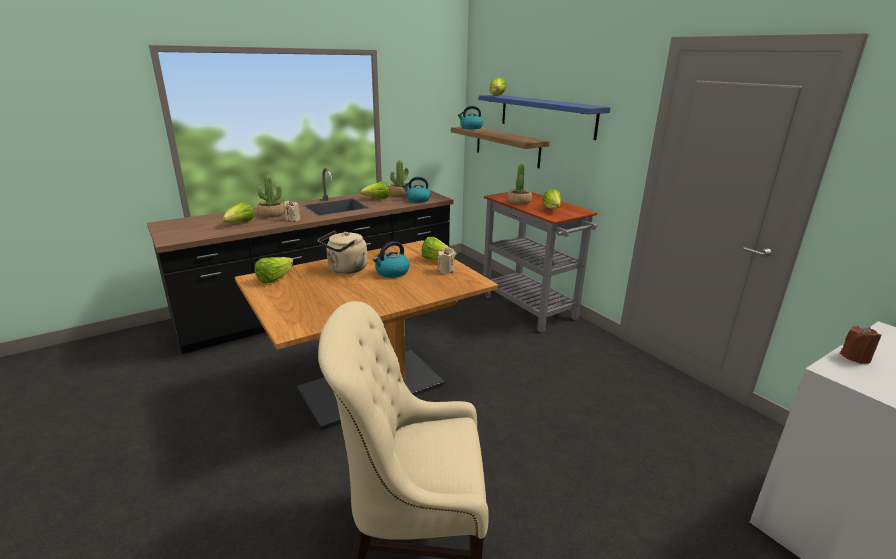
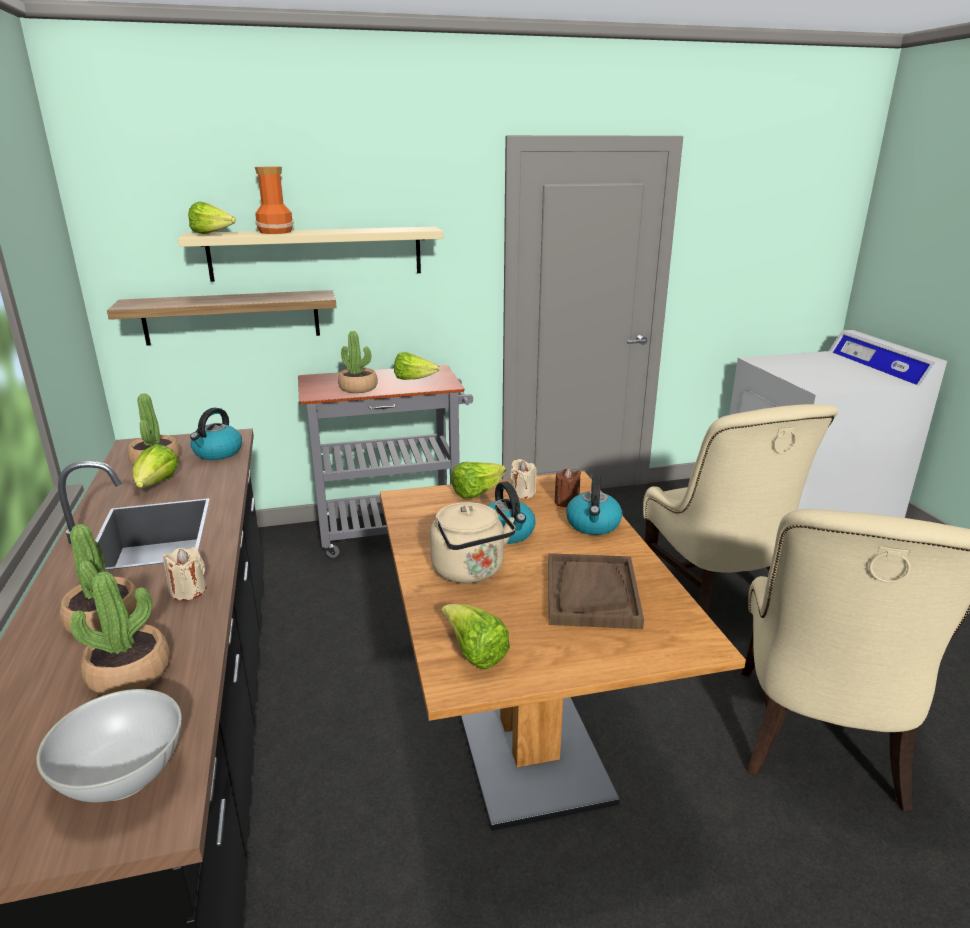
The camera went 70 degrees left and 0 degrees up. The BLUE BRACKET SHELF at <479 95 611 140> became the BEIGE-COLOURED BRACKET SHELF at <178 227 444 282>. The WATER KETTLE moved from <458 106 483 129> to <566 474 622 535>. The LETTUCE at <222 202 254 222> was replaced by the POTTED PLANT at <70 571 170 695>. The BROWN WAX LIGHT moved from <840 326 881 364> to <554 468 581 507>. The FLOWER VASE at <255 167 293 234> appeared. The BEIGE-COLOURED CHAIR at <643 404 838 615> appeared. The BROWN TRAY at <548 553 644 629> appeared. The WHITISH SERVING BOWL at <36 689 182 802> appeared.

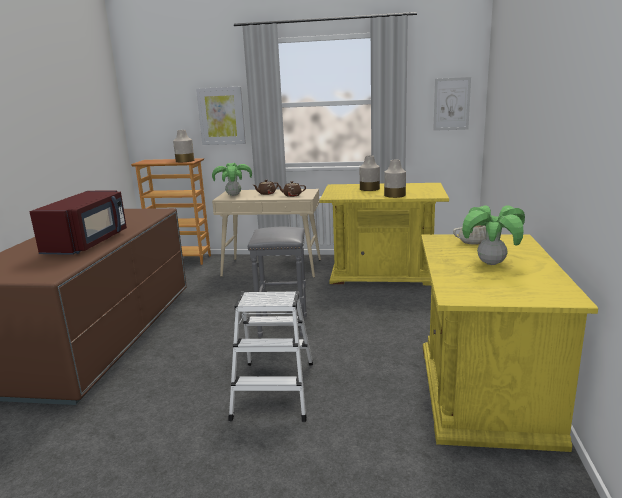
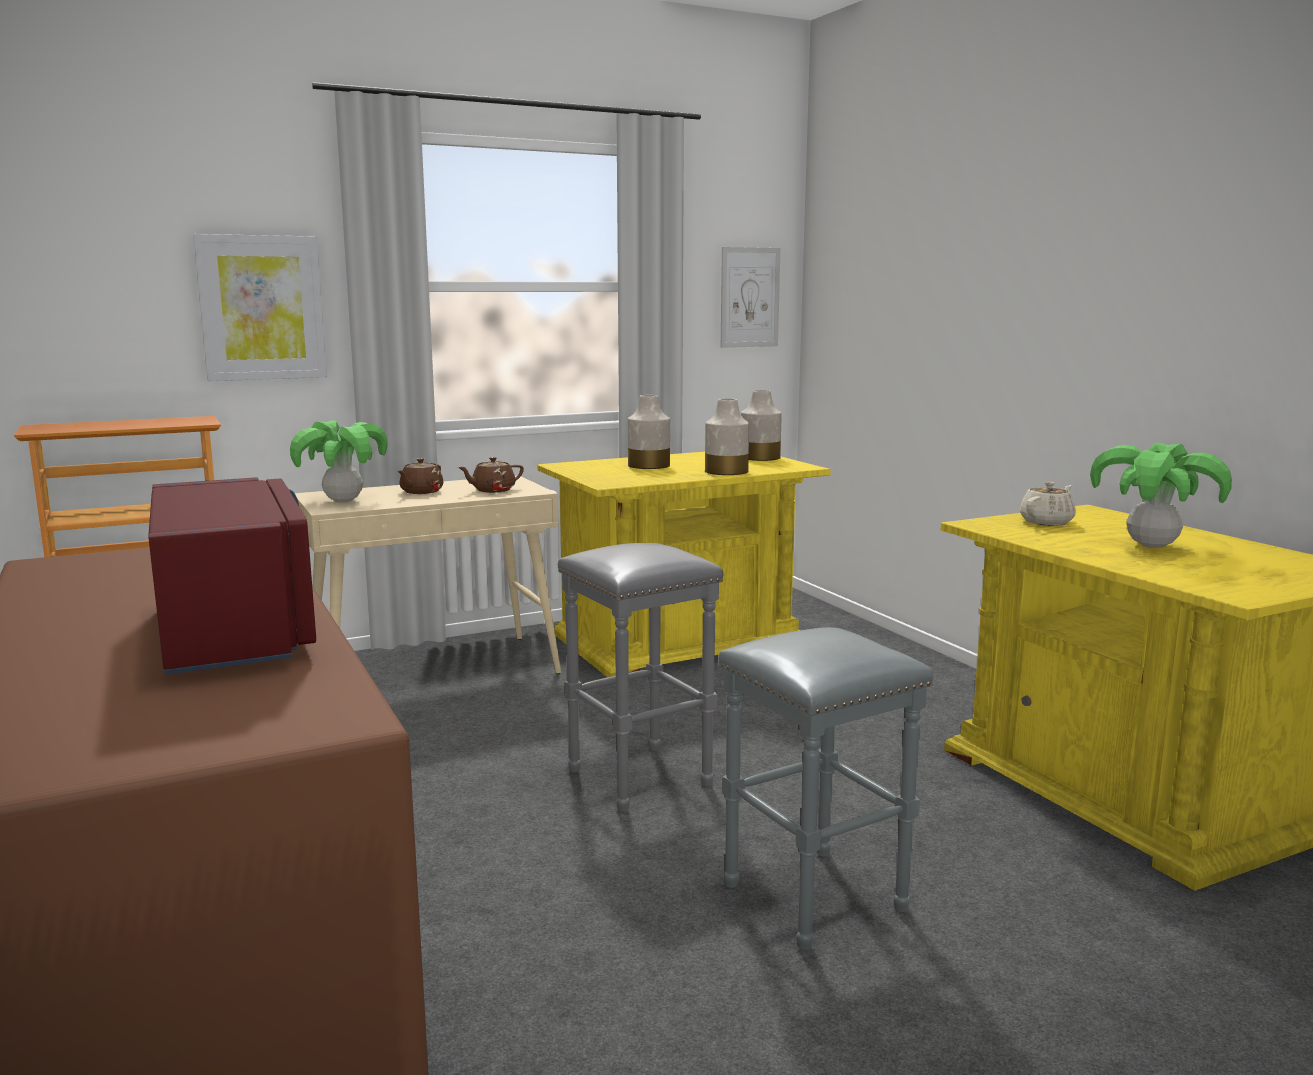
The camera went 35 degrees left and 5 degrees down. The BEIGE-COLOURED FLOWER VASE moved from <173 130 194 162> to <741 390 782 461>. The WHITISH STEP LADDER at <228 291 313 422> was replaced by the GREY STOOL at <719 627 934 950>.

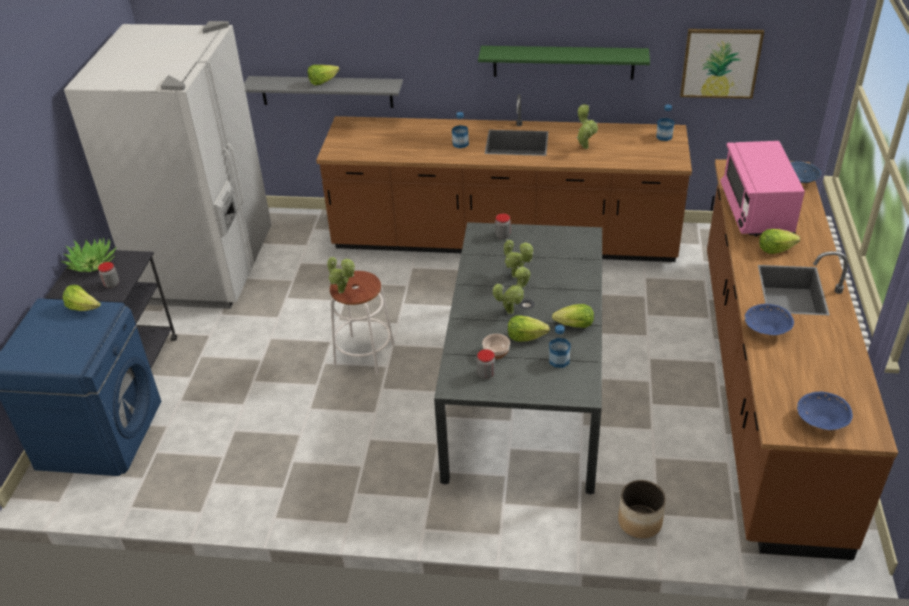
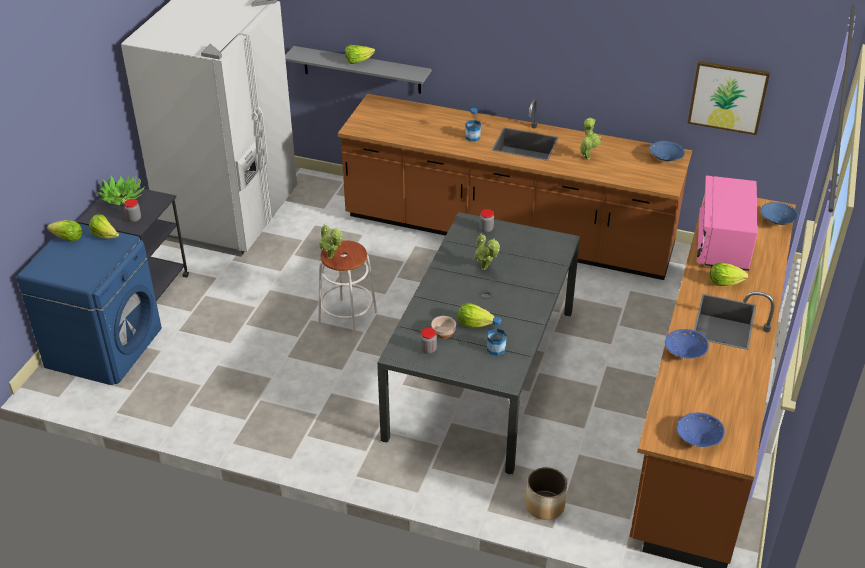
The camera went 10 degrees right and 0 degrees up. The GREEN BRACKET SHELF at <478 46 650 80> disappeared. The BEVERAGE BOTTLE at <656 104 674 141> was replaced by the BLUE SERVING BOWL at <649 141 685 161>. The POTTED PLANT at <493 267 531 314> disappeared. The LETTUCE moved from <552 304 594 328> to <47 220 83 241>.

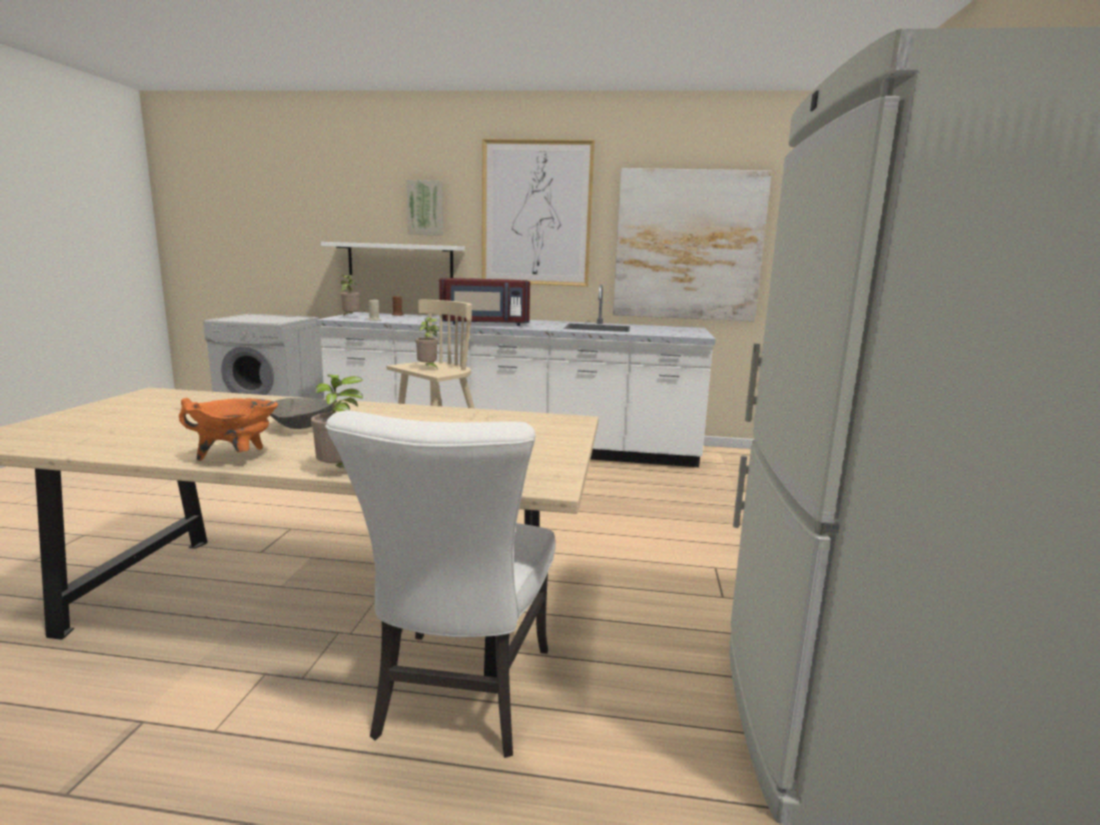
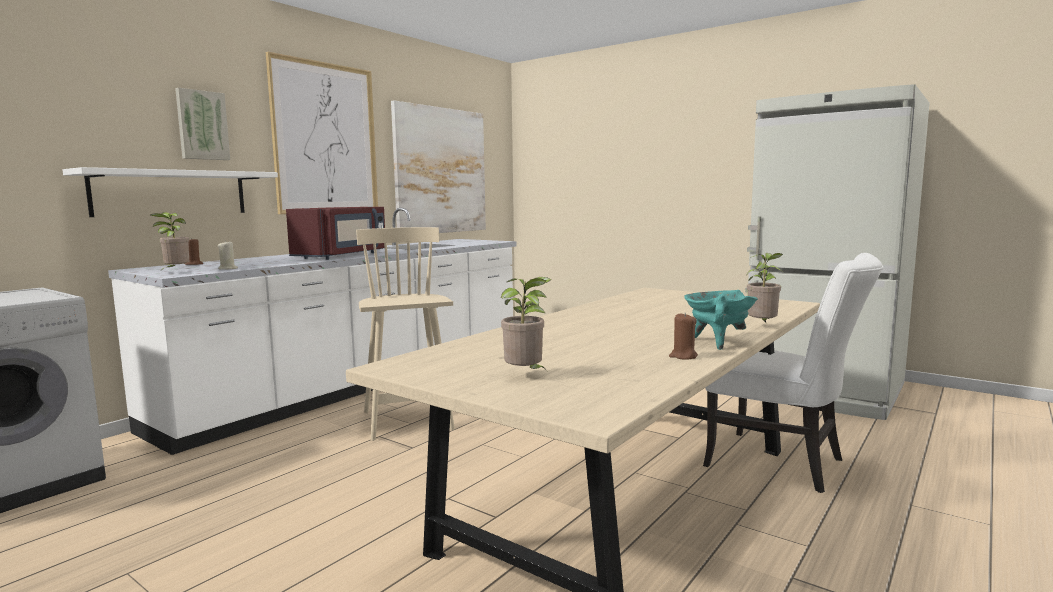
The camera went 60 degrees left and 5 degrees down. The POTTED PLANT moved from <415 317 439 370> to <501 277 551 369>. The ORANGEY COOKING POT at <179 398 278 461> became the BLUE-GREEN COOKING POT at <684 290 758 350>. The GREY SERVING BOWL at <270 398 337 429> disappeared. The BROWN WAX LIGHT at <669 313 698 360> appeared.

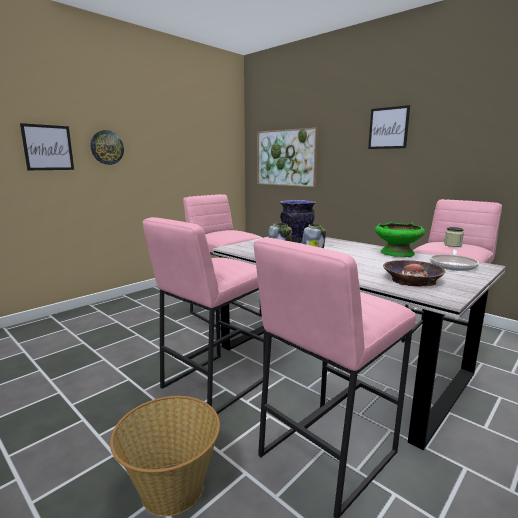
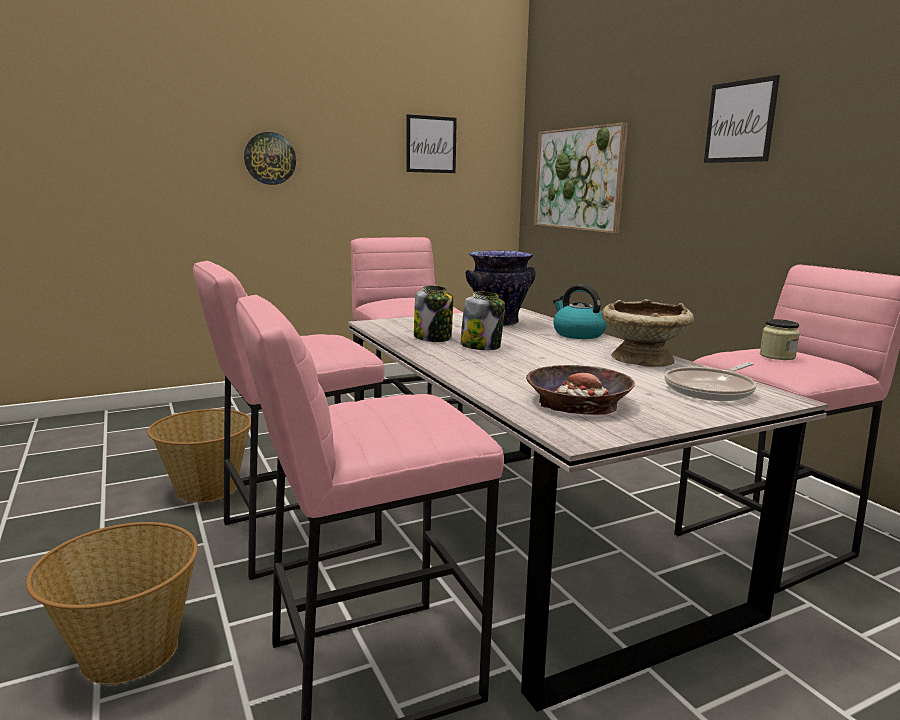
The camera went 20 degrees right and 0 degrees up. The WALL ART moved from <20 123 74 170> to <406 114 457 173>. The GREEN SERVING BOWL at <375 222 425 257> became the BEIGE-COLOURED SERVING BOWL at <602 299 694 367>. The WATER KETTLE at <553 285 607 339> appeared. The BASKET at <147 409 251 502> appeared.

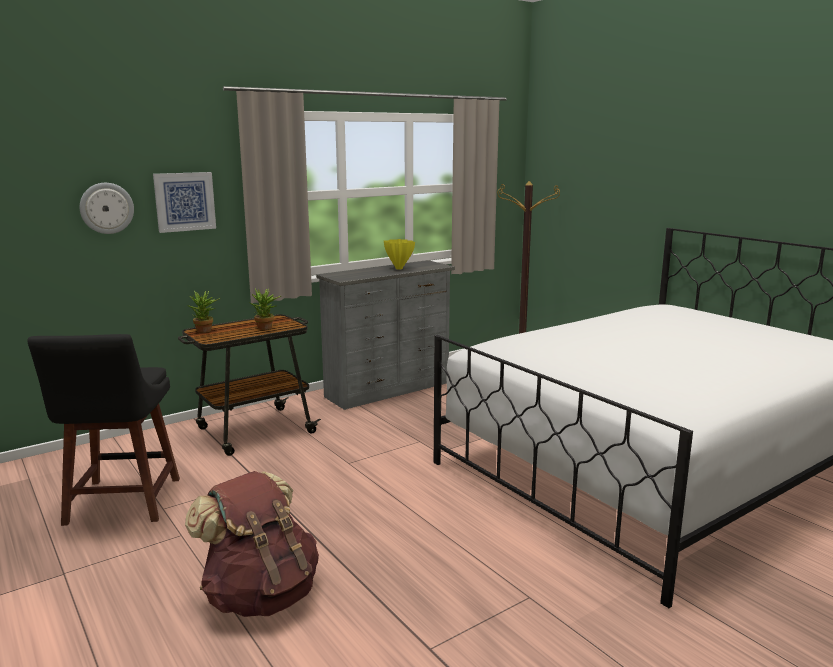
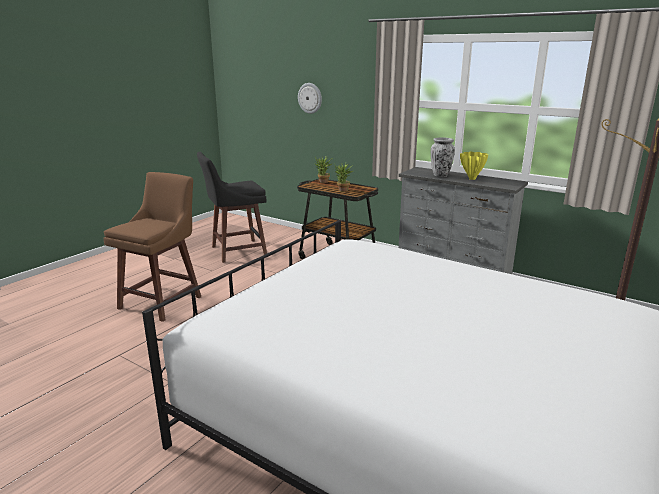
The camera went 70 degrees right and 5 degrees up. The WALL ART at <153 172 216 233> disappeared. The BROWN KNAPSACK at <185 471 319 617> was replaced by the BROWN STOOL at <104 172 201 322>. The FLOWER VASE at <431 138 455 177> appeared.

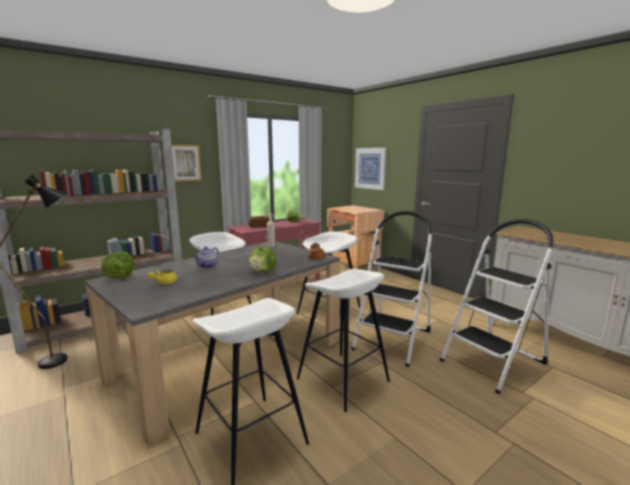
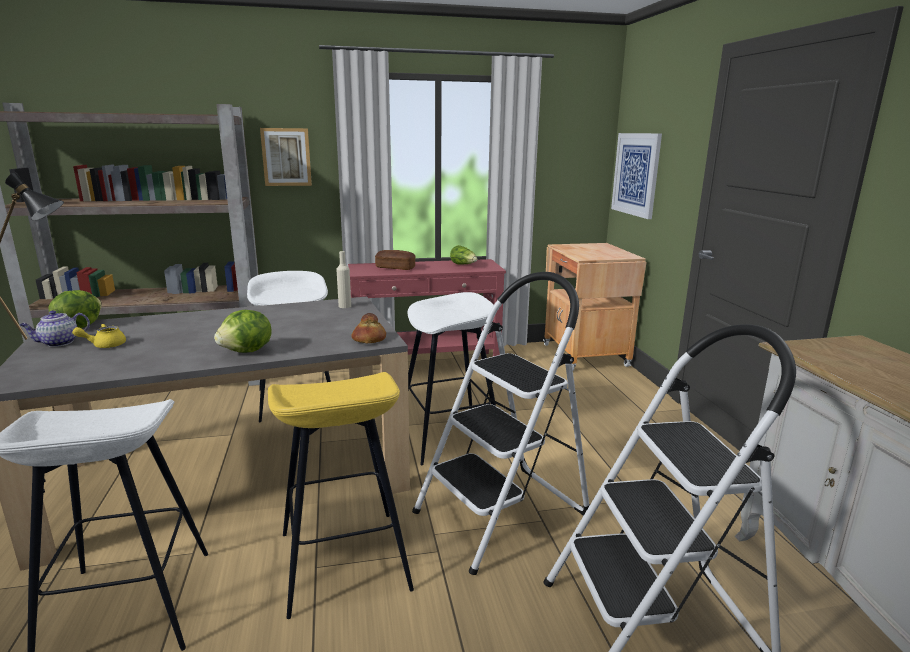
The camera went 25 degrees right and 5 degrees up. The TEAPOT moved from <193 247 219 268> to <20 310 90 347>. The WHITISH STOOL at <297 269 390 413> became the YELLOWISH STOOL at <268 372 414 619>.

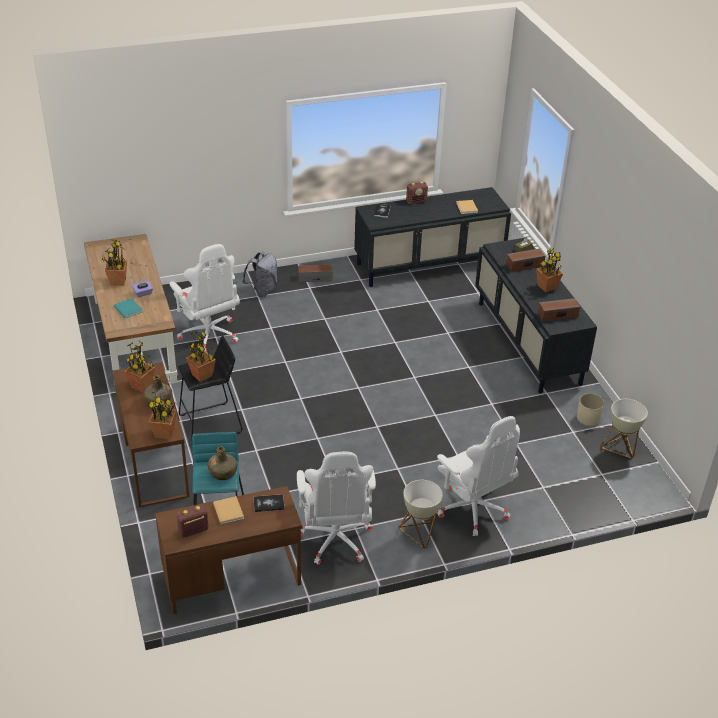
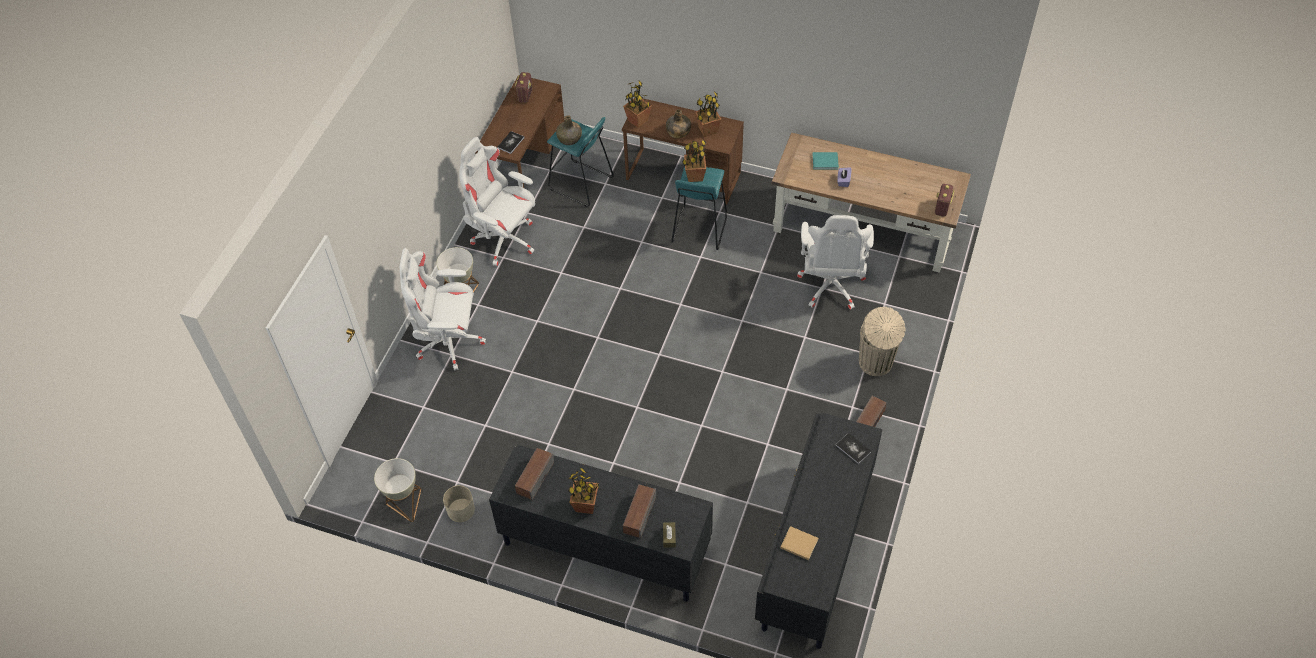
The camera went 130 degrees right and 15 degrees up. The RADIO SET moved from <406 182 428 204> to <935 184 955 217>. The POTTED PLANT at <102 239 127 286> disappeared. The WHITISH OFFICE CHAIR at <169 244 240 352> turned 90 degrees counterclockwise. The GREY KNAPSACK at <242 252 278 297> was replaced by the BEIGE-COLOURED RUBBISH BIN at <859 307 905 376>. The BLACKISH STOOL at <178 335 242 441> became the BLUE-GREEN STOOL at <671 166 727 250>. The BEIGE-COLOURED VOLUME at <213 496 244 524> disappeared.

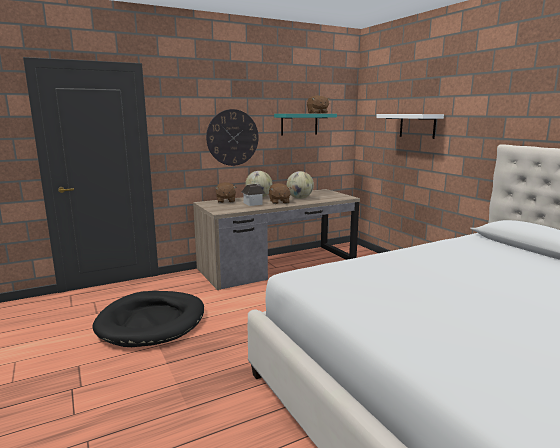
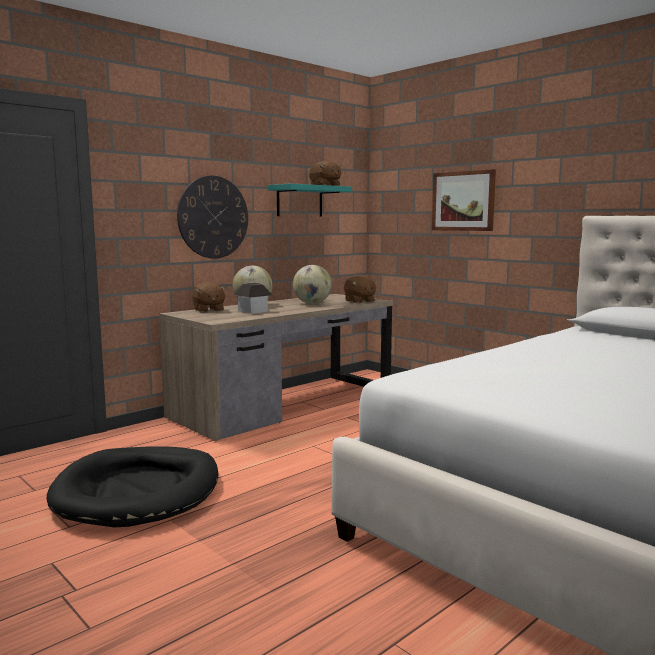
The camera went 15 degrees left and 5 degrees down. The WHITISH BRACKET SHELF at <376 114 444 139> was replaced by the WALL ART at <432 169 496 231>. The BROWN SOFT TOY moved from <269 183 291 204> to <344 276 377 303>.

